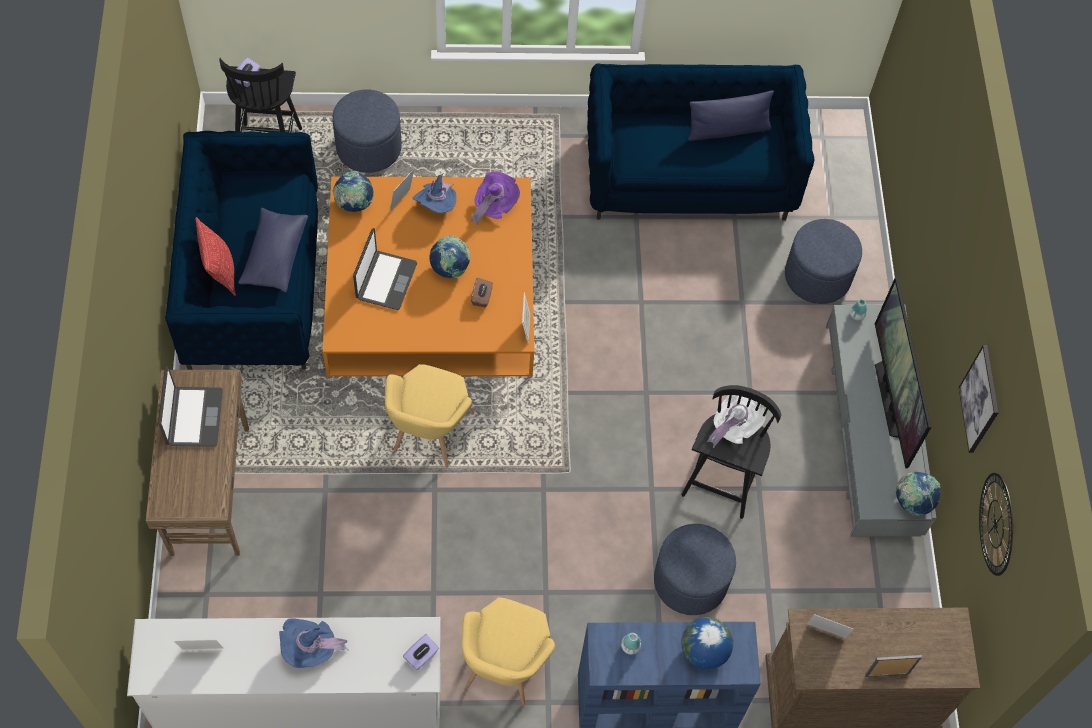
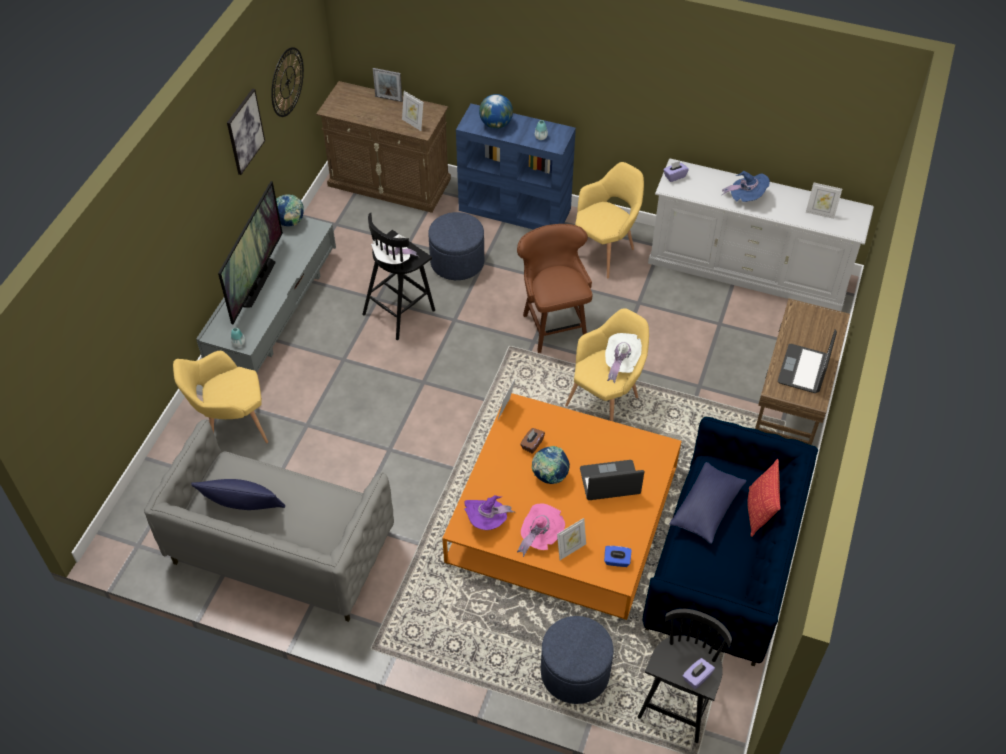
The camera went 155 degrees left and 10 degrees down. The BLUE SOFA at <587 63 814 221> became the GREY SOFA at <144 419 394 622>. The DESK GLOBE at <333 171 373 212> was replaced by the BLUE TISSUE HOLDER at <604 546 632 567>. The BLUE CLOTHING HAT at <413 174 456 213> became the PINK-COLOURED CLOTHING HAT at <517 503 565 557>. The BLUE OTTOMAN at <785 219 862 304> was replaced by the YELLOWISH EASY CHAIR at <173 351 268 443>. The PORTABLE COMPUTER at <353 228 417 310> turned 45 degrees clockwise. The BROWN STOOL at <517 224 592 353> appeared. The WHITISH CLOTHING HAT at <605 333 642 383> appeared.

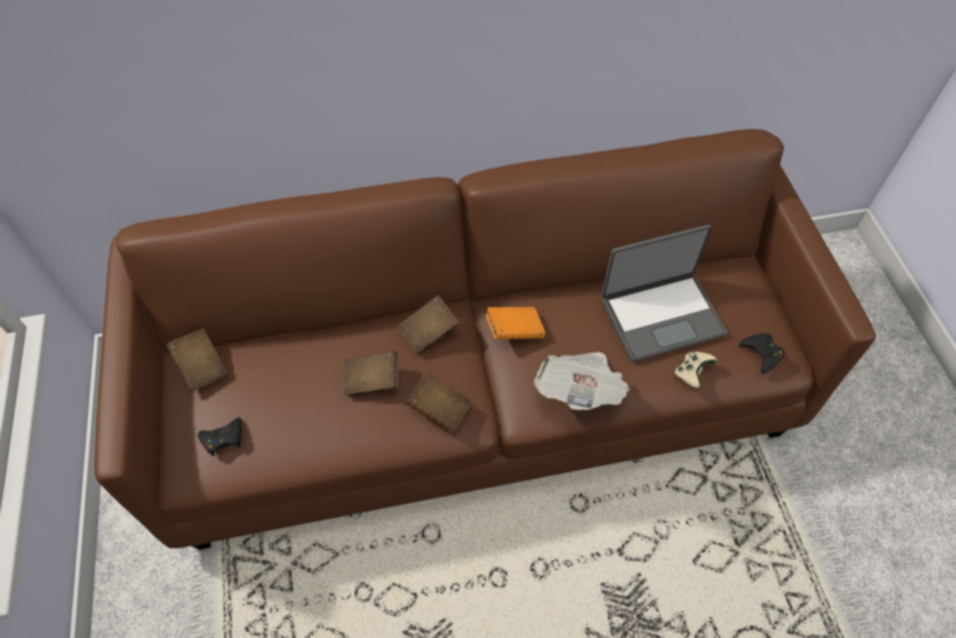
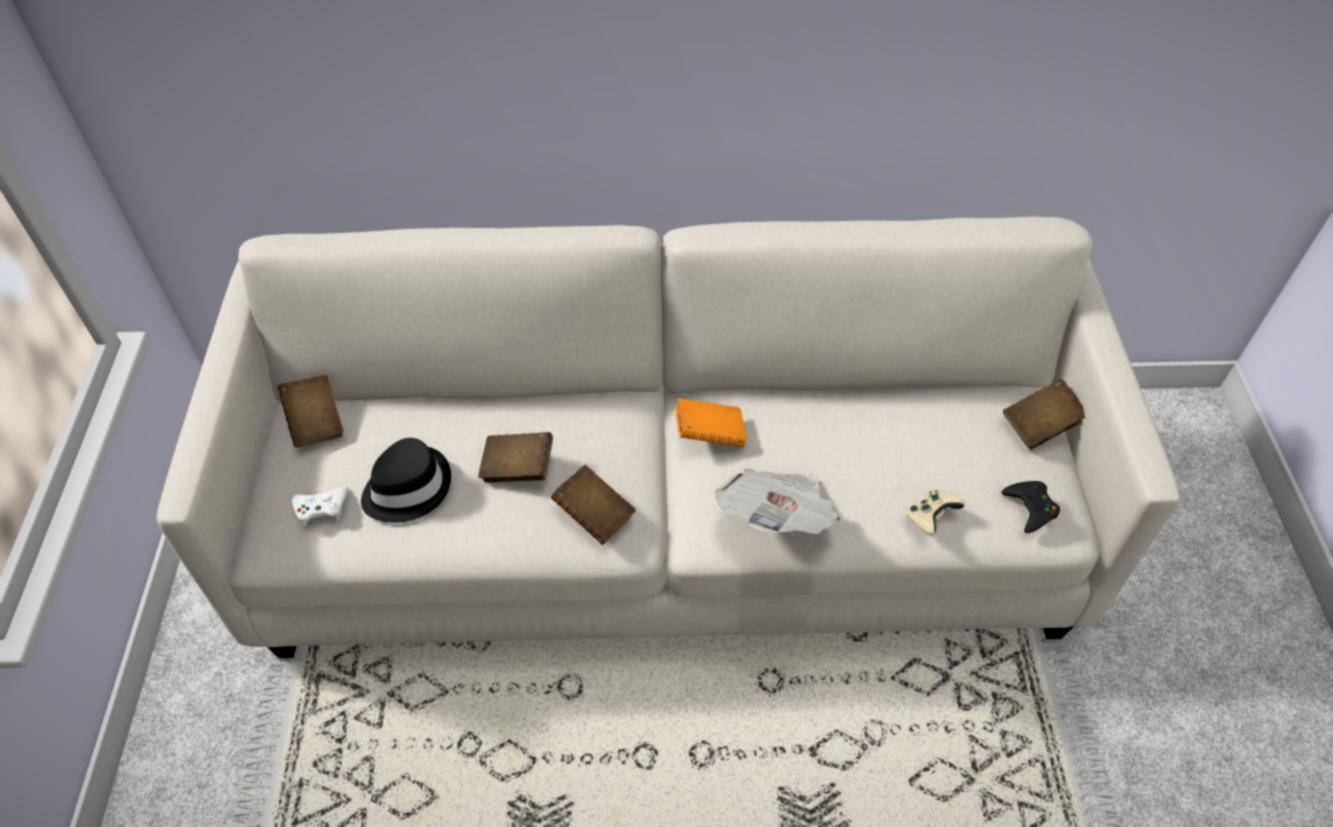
The camera went 10 degrees right and 5 degrees down. The BROWN SOFA at <94 129 876 550> became the WHITISH SOFA at <156 216 1180 658>. The PORTABLE COMPUTER at <601 224 727 362> disappeared. The BROWN VOLUME moved from <397 295 460 354> to <1003 379 1085 450>. The BLACKISH JOYPAD at <198 417 242 456> became the WHITISH JOYPAD at <292 486 348 526>. The BLACKISH CLOTHING HAT at <361 438 451 523> appeared.

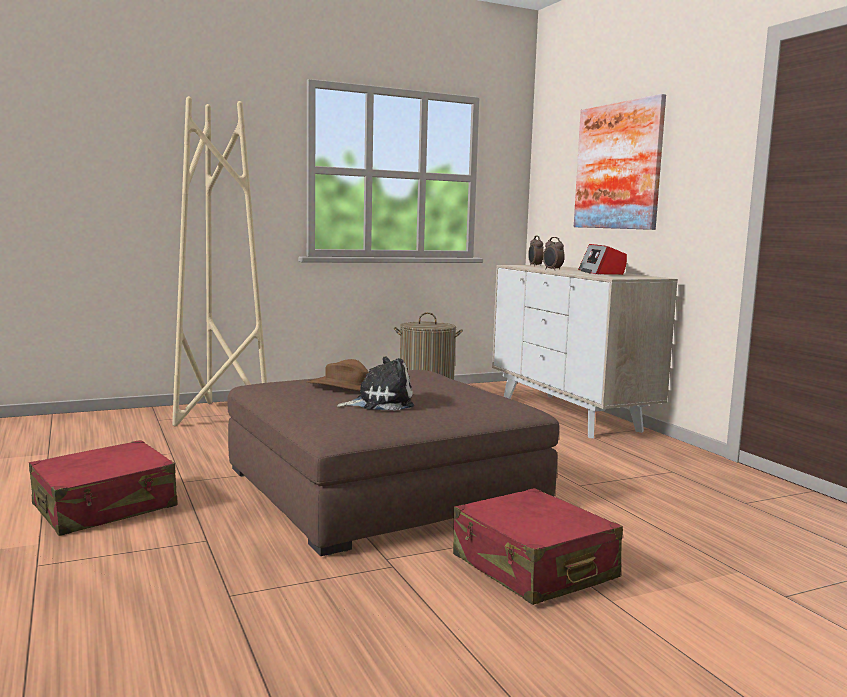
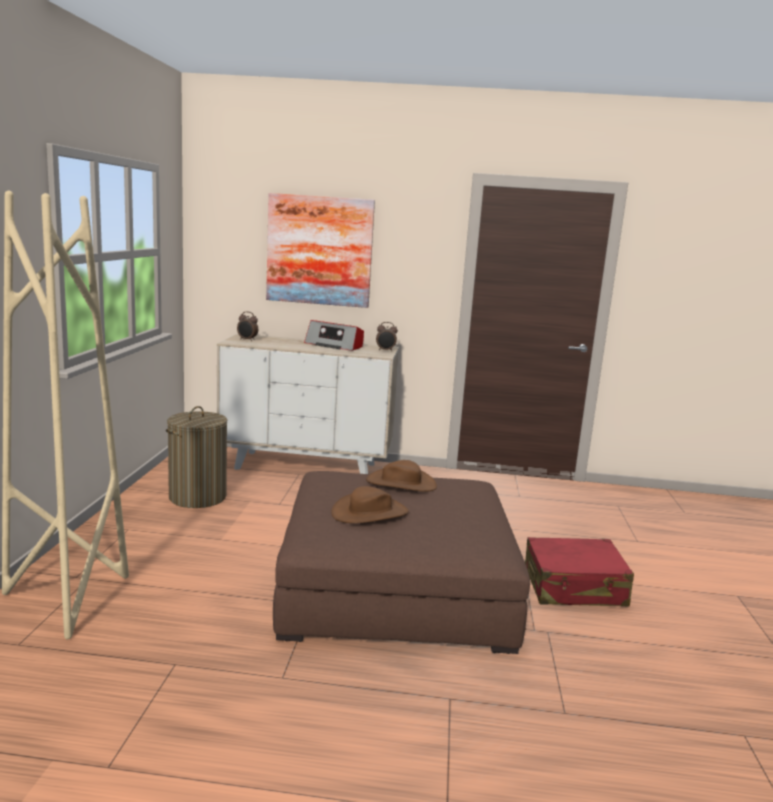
The camera went 60 degrees left and 5 degrees up. The BEDSIDE CLOCK moved from <543 237 565 270> to <376 322 398 351>. The SOFT TOY at <337 357 414 411> disappeared. The RED SUITCASE at <29 440 177 536> disappeared. The BROWN CLOTHING HAT at <366 460 437 492> appeared.

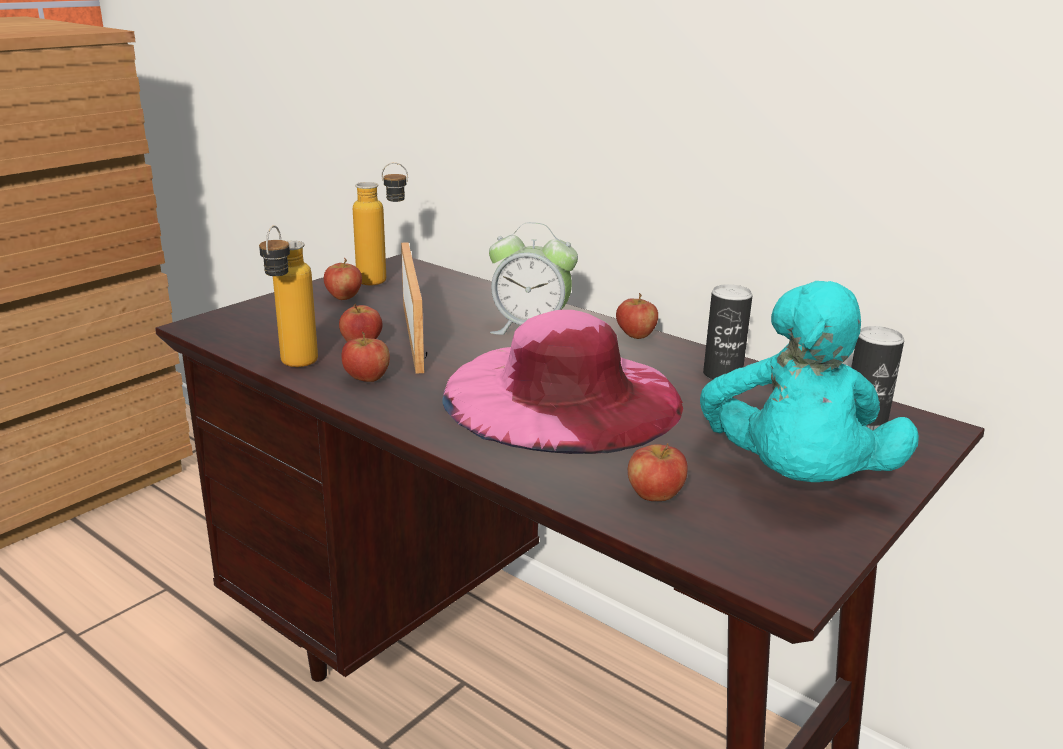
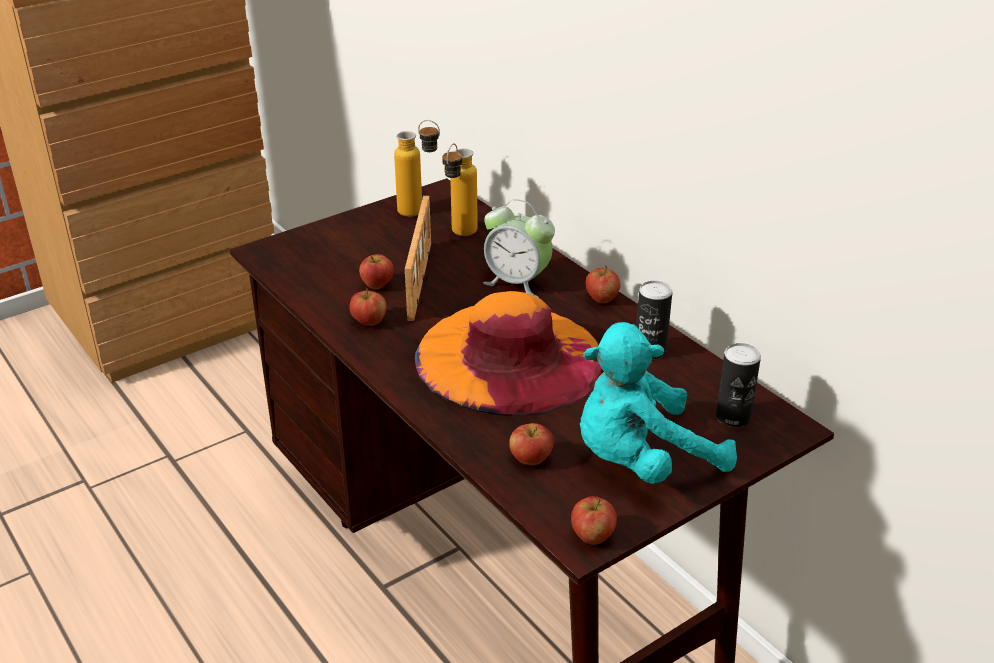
The camera went 15 degrees right and 10 degrees up. The BEVERAGE BOTTLE moved from <259 226 318 367> to <442 143 478 236>. The APPLE moved from <324 258 362 300> to <571 496 617 545>. The BLUE-GREEN SOFT TOY at <700 281 919 482> turned 45 degrees clockwise. The PINK-COLOURED CLOTHING HAT at <442 310 683 454> became the ORANGEY CLOTHING HAT at <415 291 602 417>.

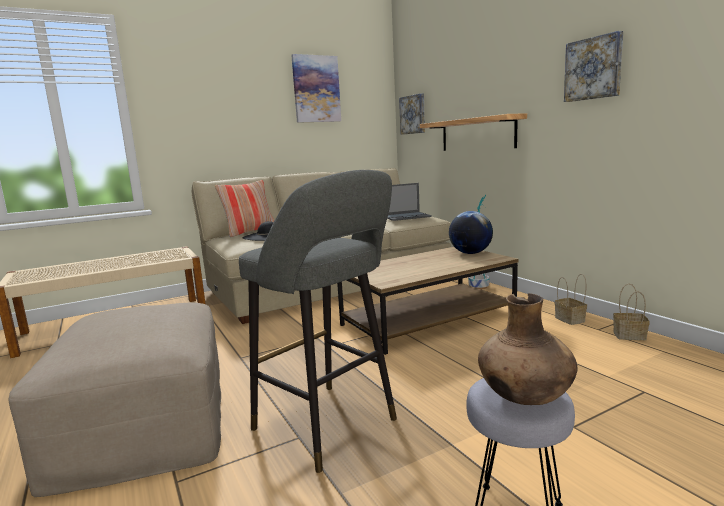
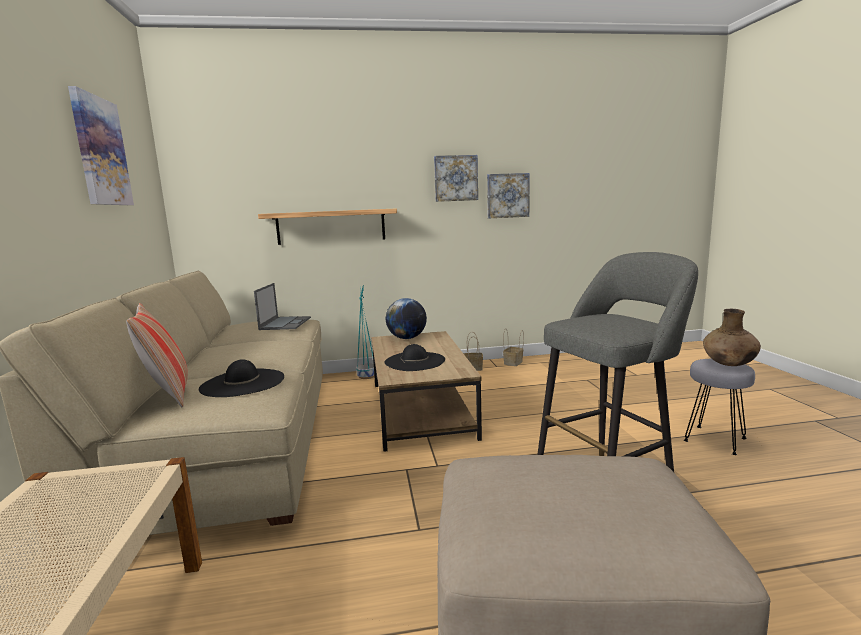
The camera went 70 degrees left and 0 degrees up. The WALL ART moved from <399 93 425 135> to <487 173 530 218>. The BLACKISH CLOTHING HAT at <384 344 445 371> appeared.

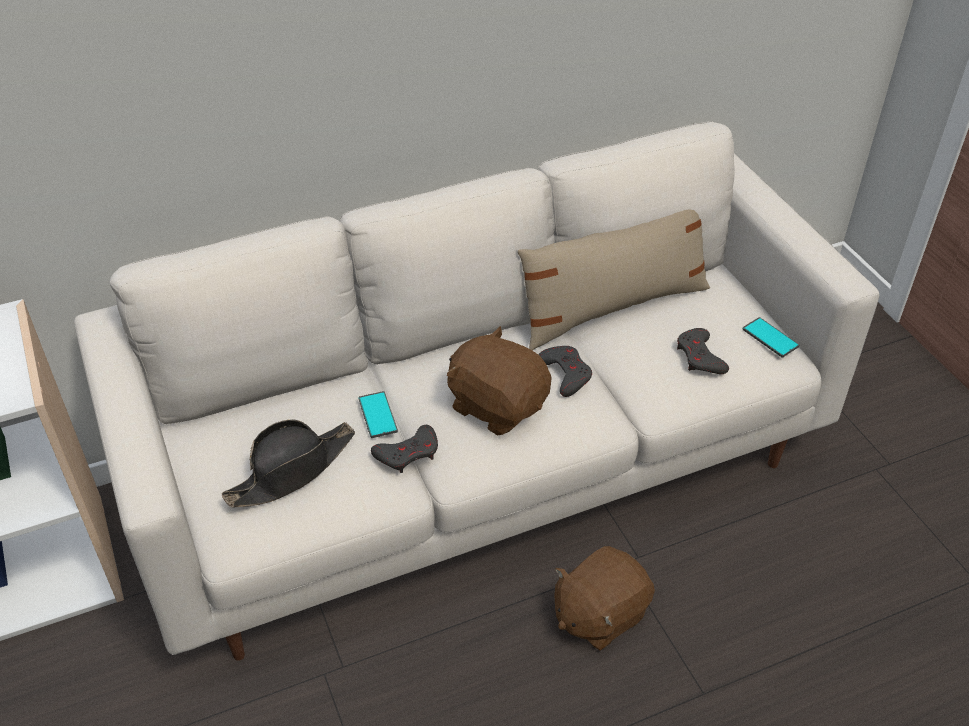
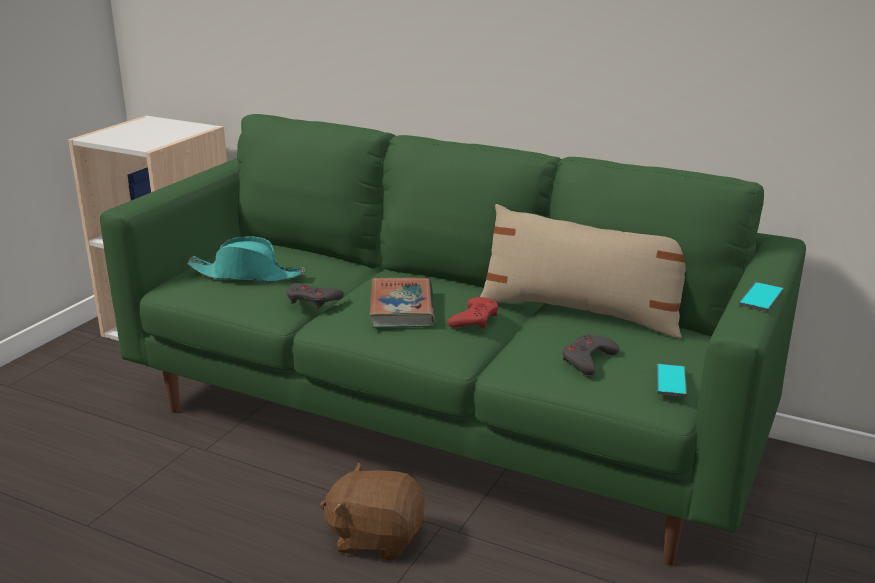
The camera went 50 degrees right and 20 degrees down. The WHITISH SOFA at <74 121 879 661> became the GREEN SOFA at <100 114 806 565>. The BROWN SOFT TOY at <447 326 552 435> was replaced by the VOLUME at <370 278 435 328>. The GREY JOYPAD at <538 346 592 397> became the RED JOYPAD at <448 297 498 328>. The HANDSET moved from <358 391 398 438> to <738 282 784 312>. The BLACKISH CLOTHING HAT at <221 420 355 507> became the BLUE-GREEN CLOTHING HAT at <187 236 305 282>.

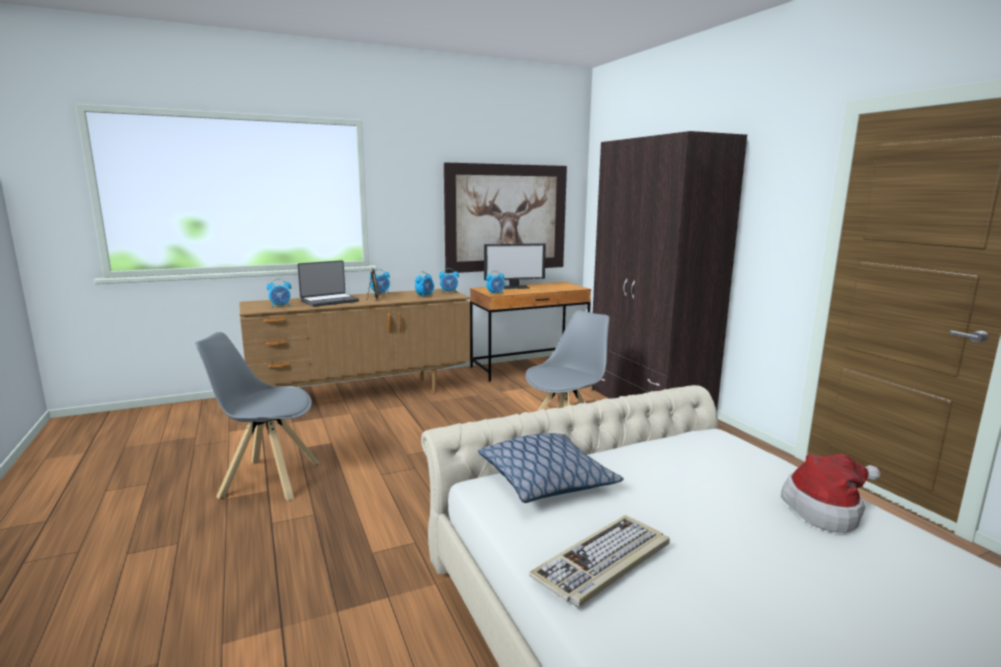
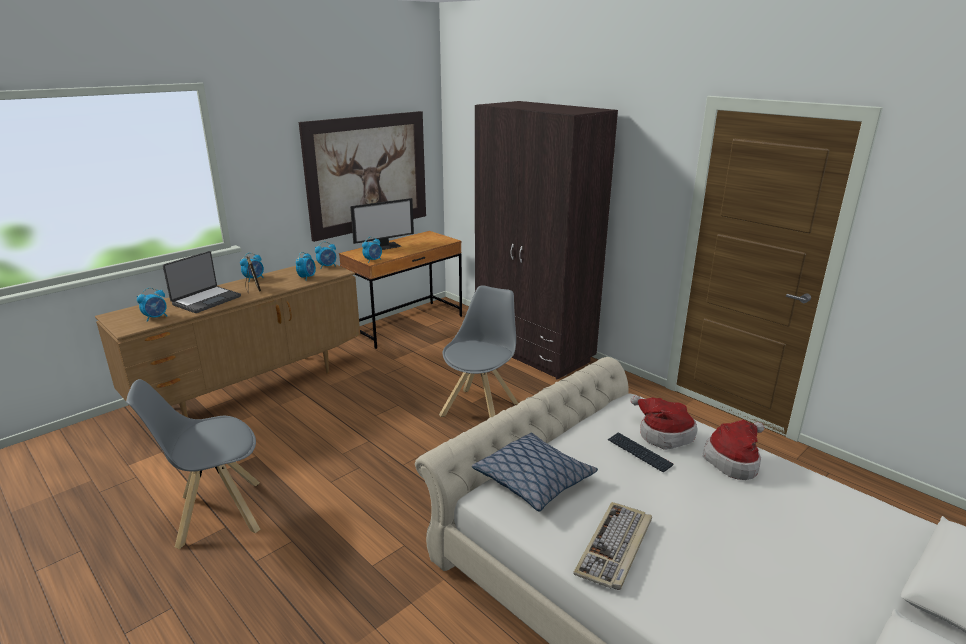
The camera went 20 degrees left and 10 degrees up. The CLOTHING HAT at <631 395 698 450> appeared. The KEYBOARD at <607 432 673 473> appeared.

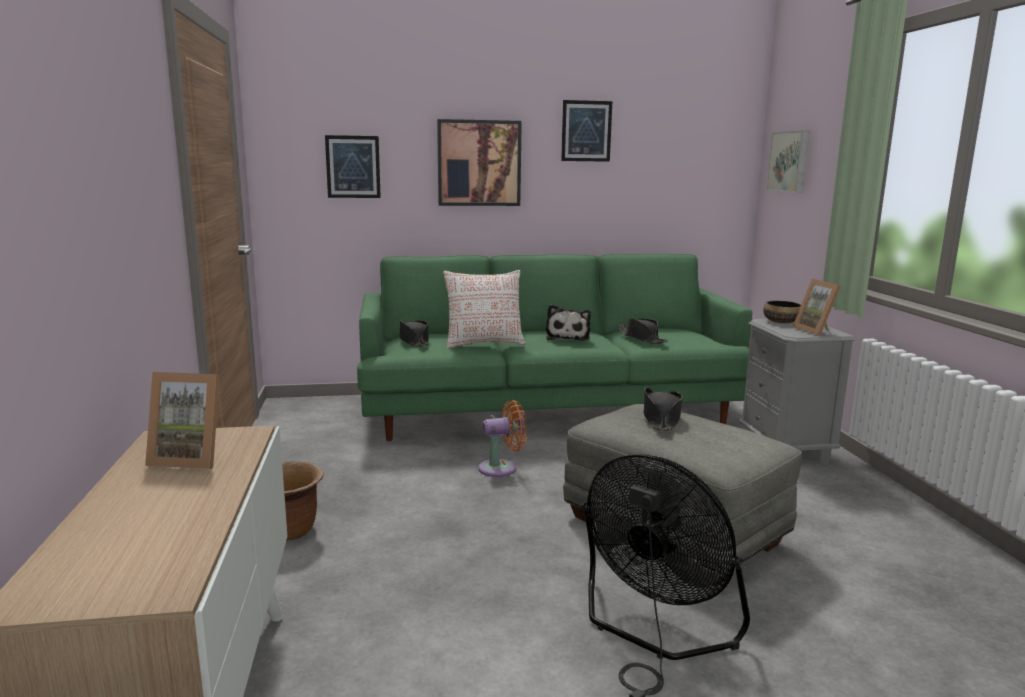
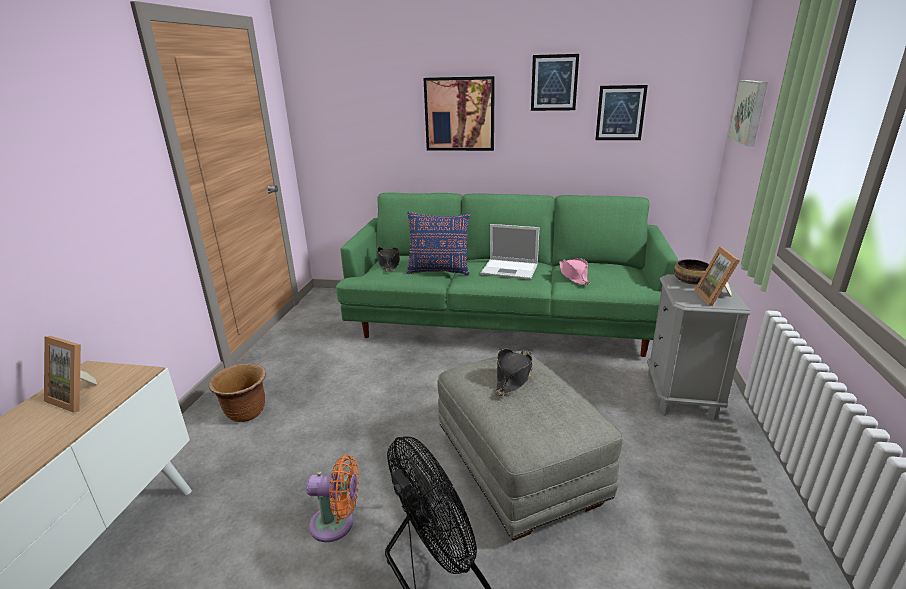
The camera went 20 degrees right and 10 degrees up. The WALL ART moved from <325 135 381 198> to <595 85 648 140>. The WHITISH CUSHION at <443 270 525 348> became the BLUE CUSHION at <407 212 470 275>. The SOFT TOY at <546 304 591 341> was replaced by the PORTABLE COMPUTER at <480 224 539 280>. The BLACKISH CLOTHING HAT at <618 318 668 344> became the PINK-COLOURED CLOTHING HAT at <559 258 590 285>. The ORANGEY ELECTRIC FAN moved from <479 400 527 477> to <306 454 359 542>.

